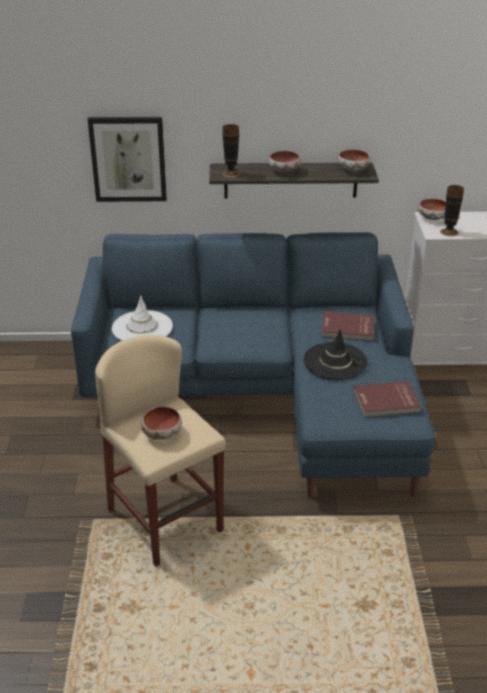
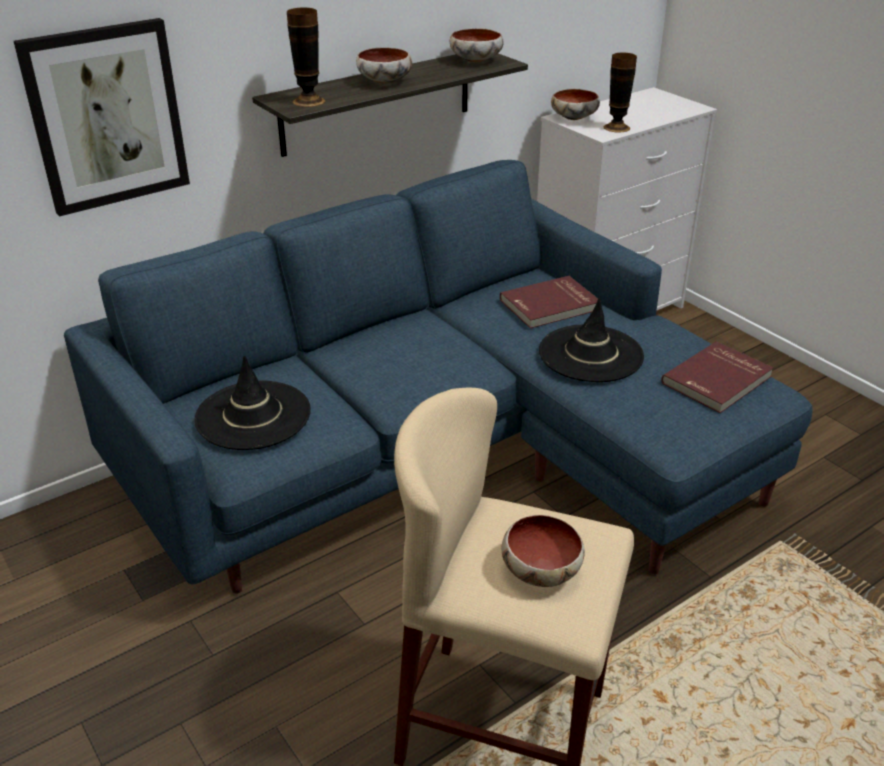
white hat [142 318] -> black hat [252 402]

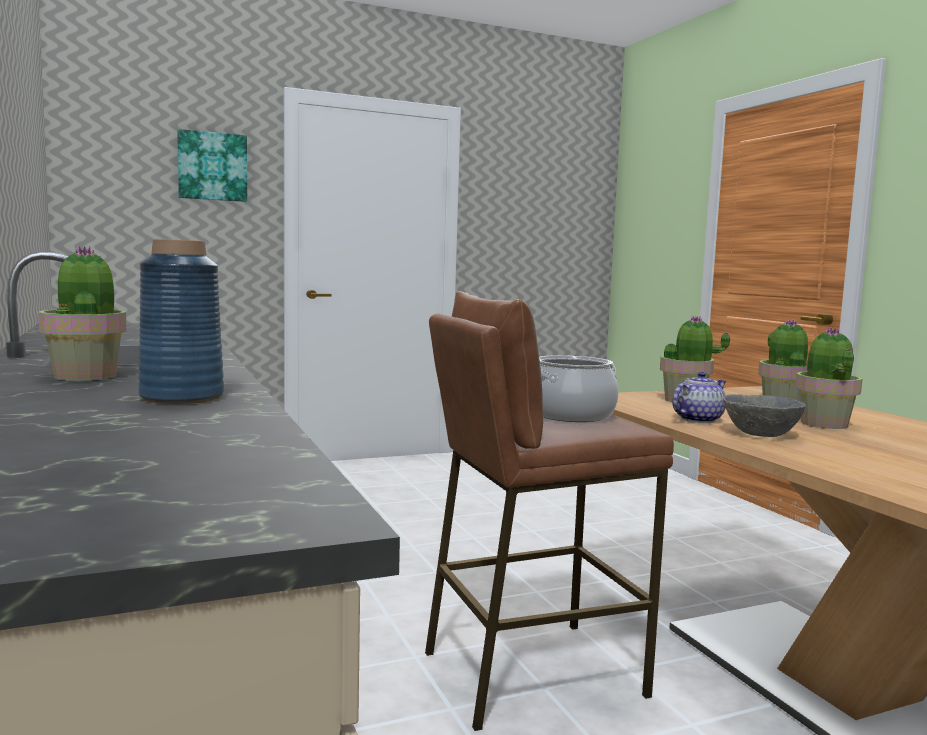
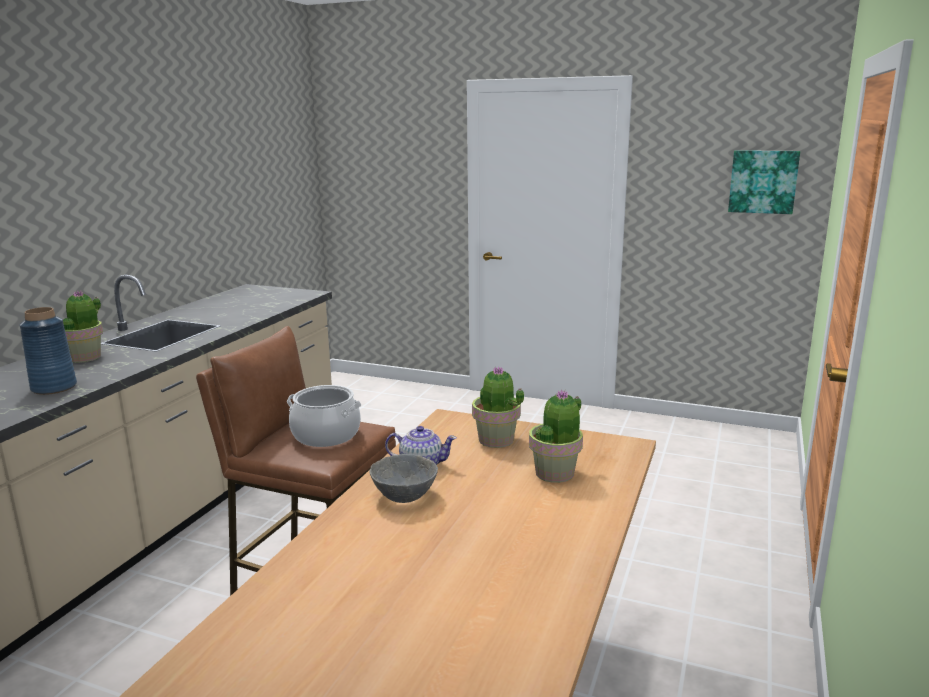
picture [212 165] -> picture [764 182], moved
potted plant [829 378] -> none

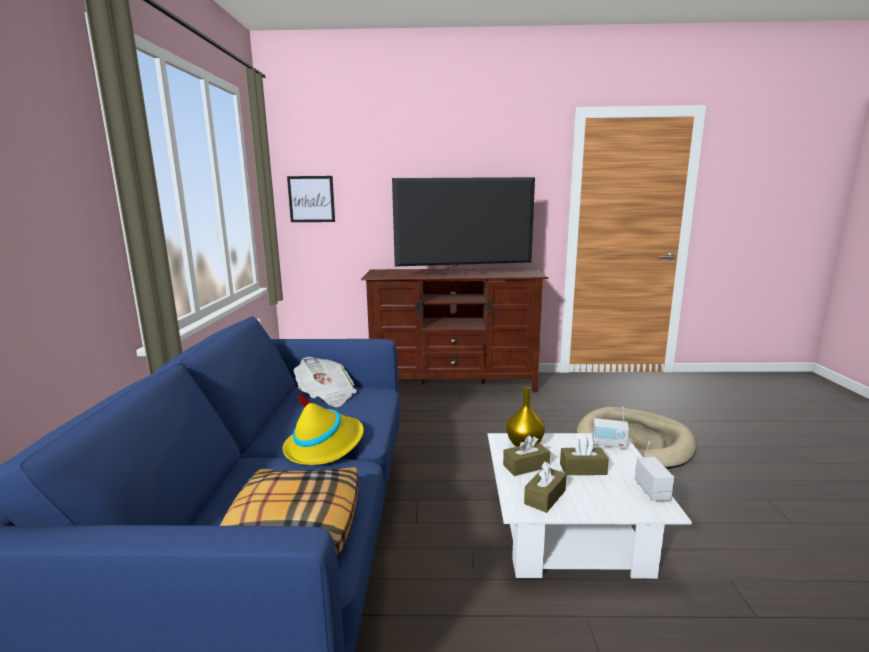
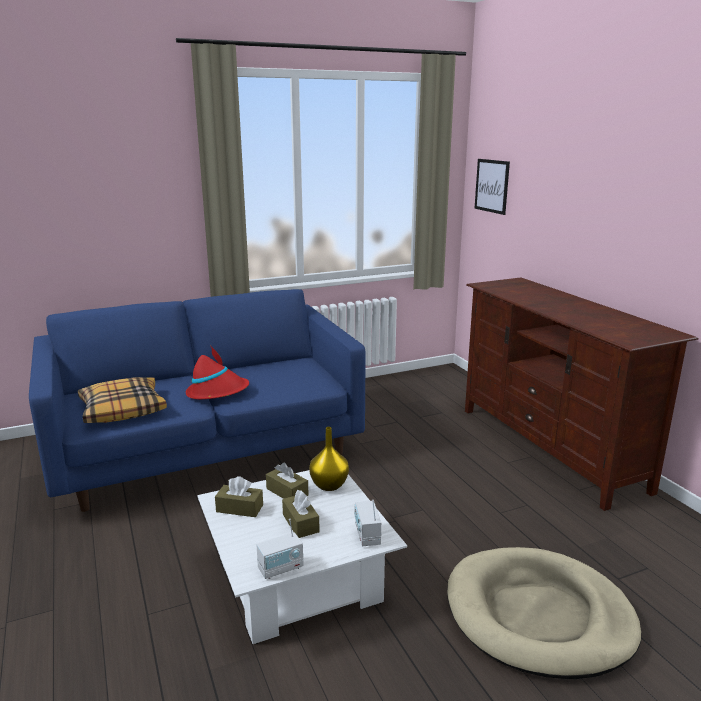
television [463 227] -> none
newspaper [325 382] -> none
yellow hat [323 428] -> red hat [217 372]

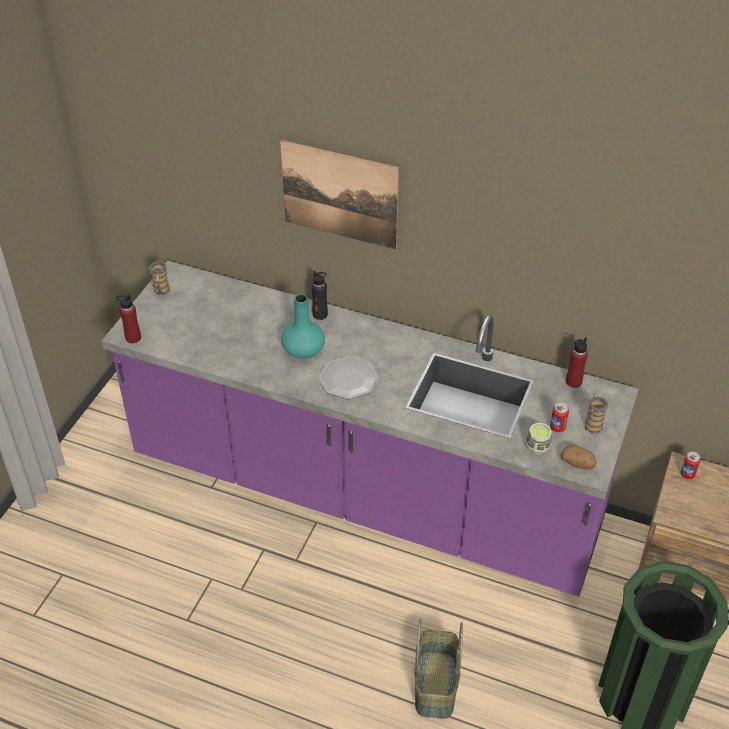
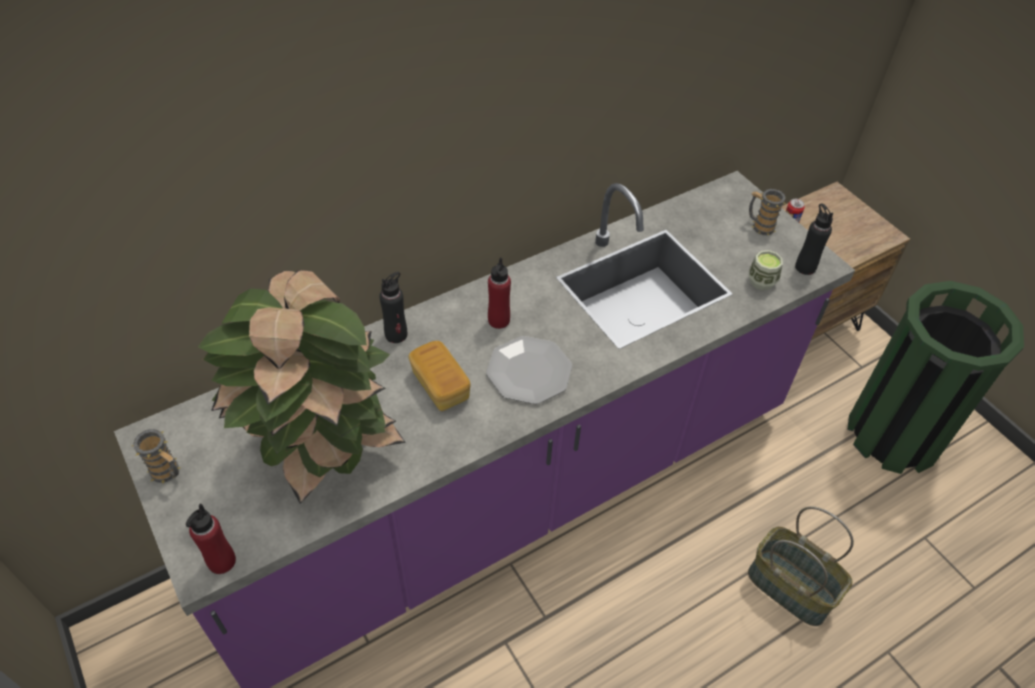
picture [339 195] -> none
turquoise vase [303 326] -> bread [440 376]
red bottle [577 362] -> red bottle [499 293], moved
can [559 417] -> none
potato [578 457] -> black bottle [814 239]
none -> potted plant [302 387]

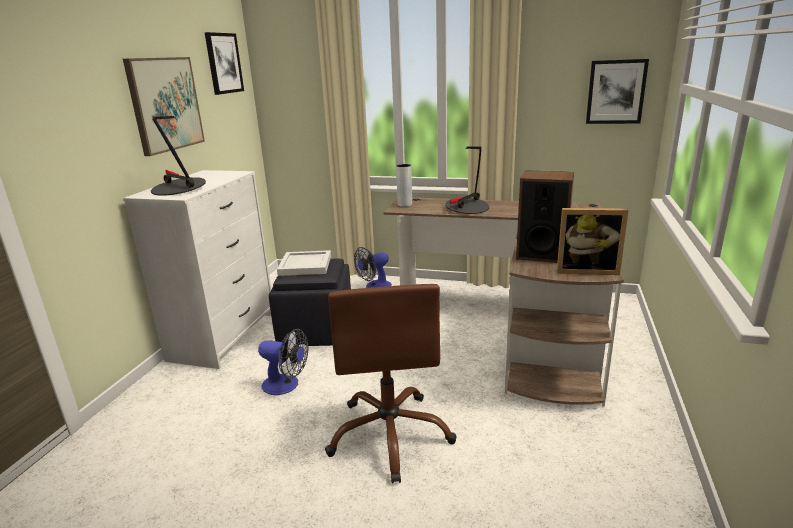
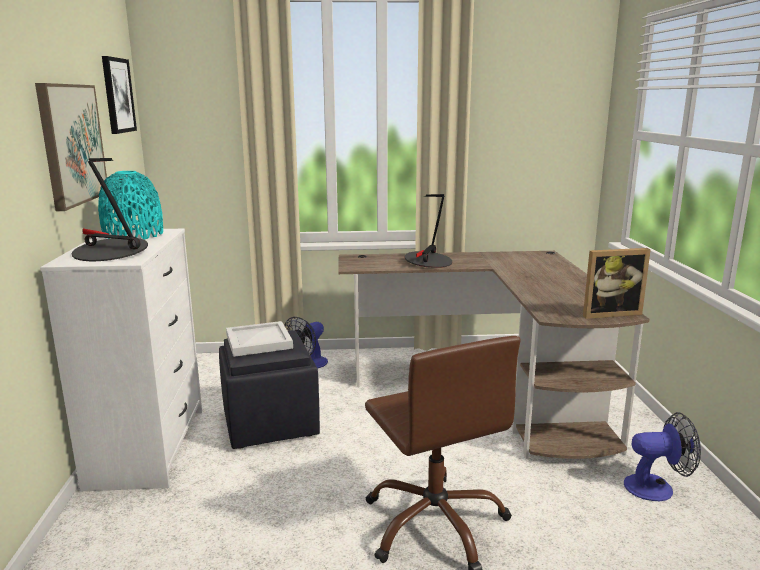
picture [617 91] -> none
grey vase [404 185] -> none
speaker [545 216] -> none
fan [283 362] -> fan [662 456], moved
none -> turquoise vase [130 205]

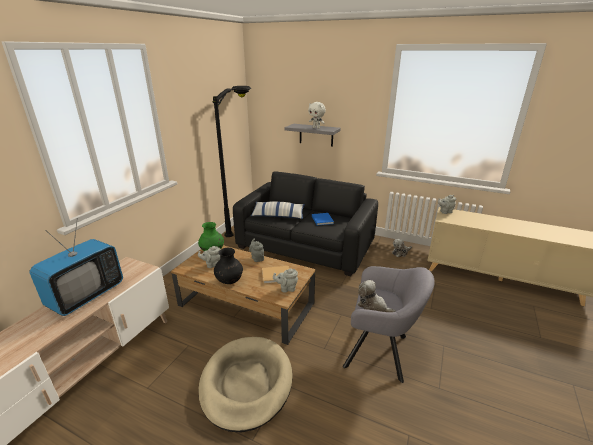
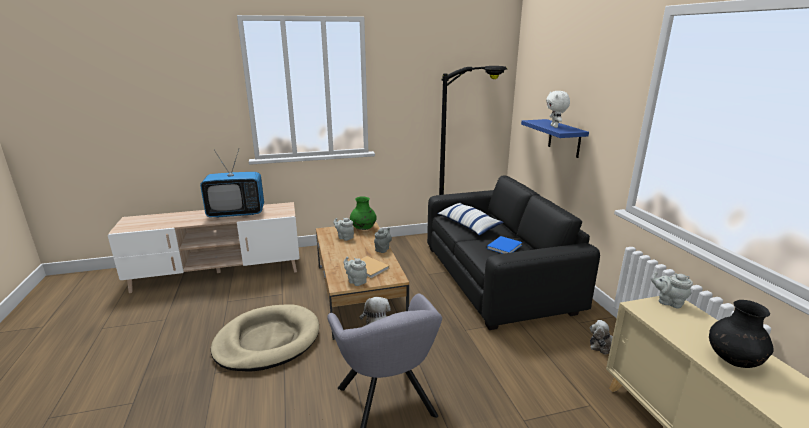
grey shelf [312 135] -> blue shelf [555 138]
black vase [228 266] -> black vase [741 334], moved

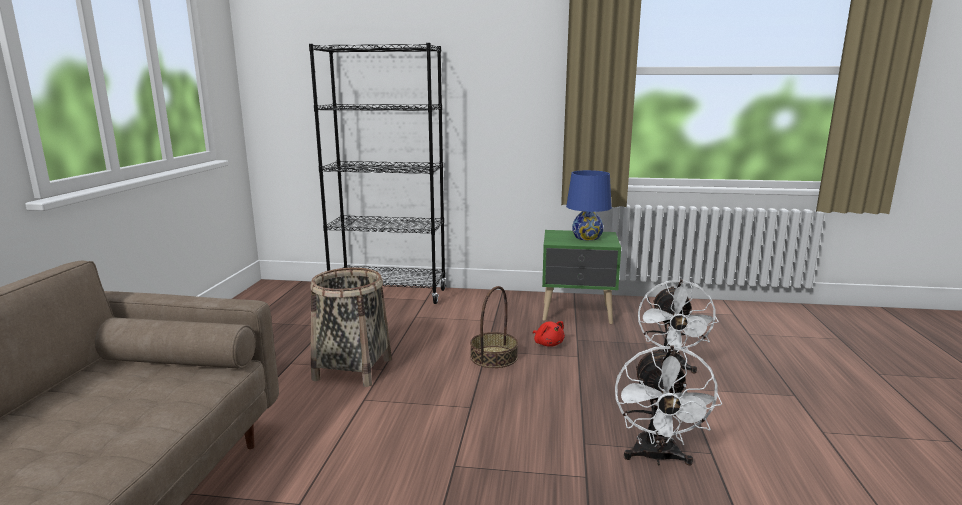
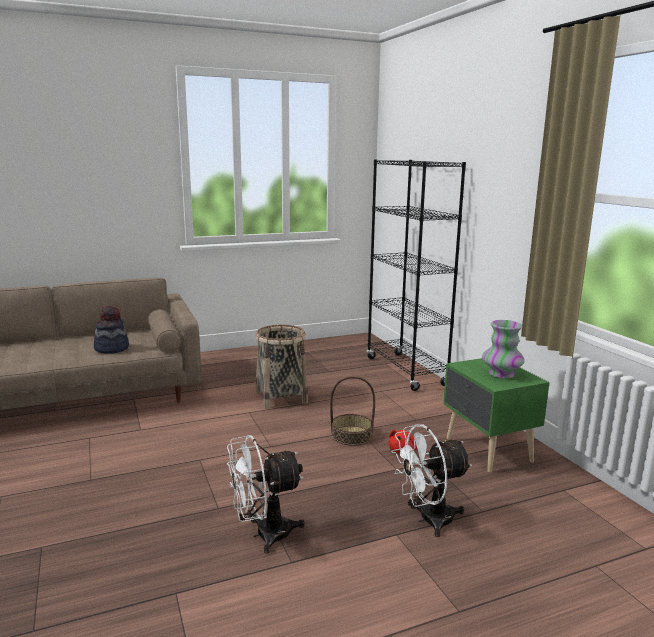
blue table lamp [589 205] -> vase [503 349]
none -> hat [111 329]

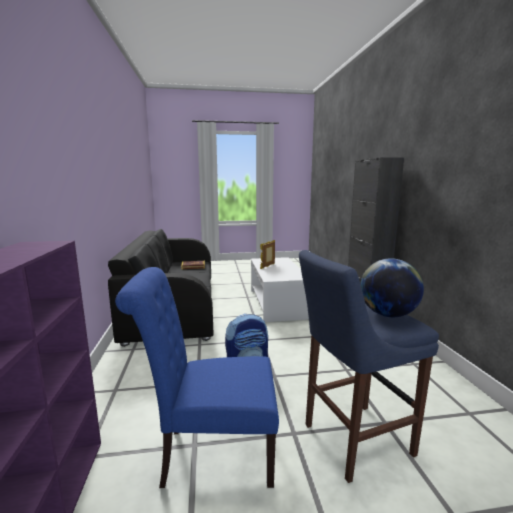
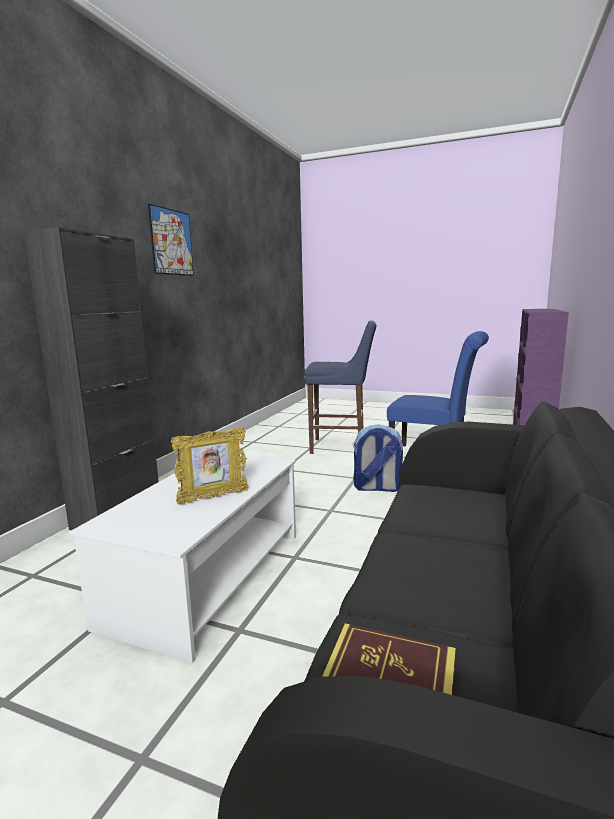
globe [392 287] -> none
none -> picture [171 240]

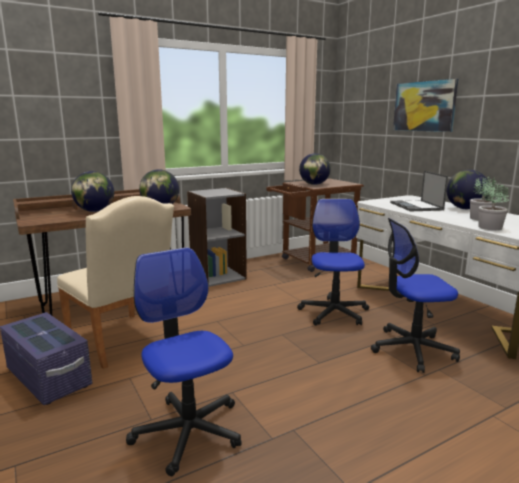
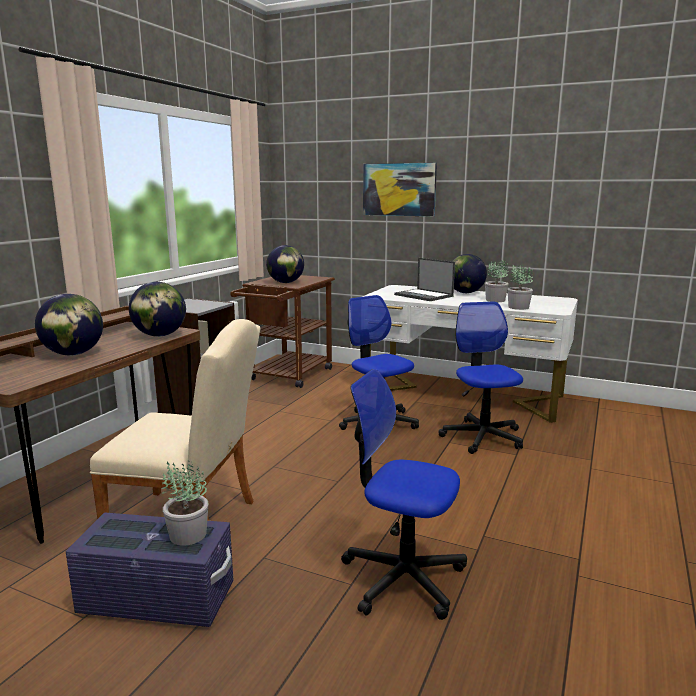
office chair [415 295] -> office chair [480 377], 120 degrees clockwise
none -> potted plant [185 503]

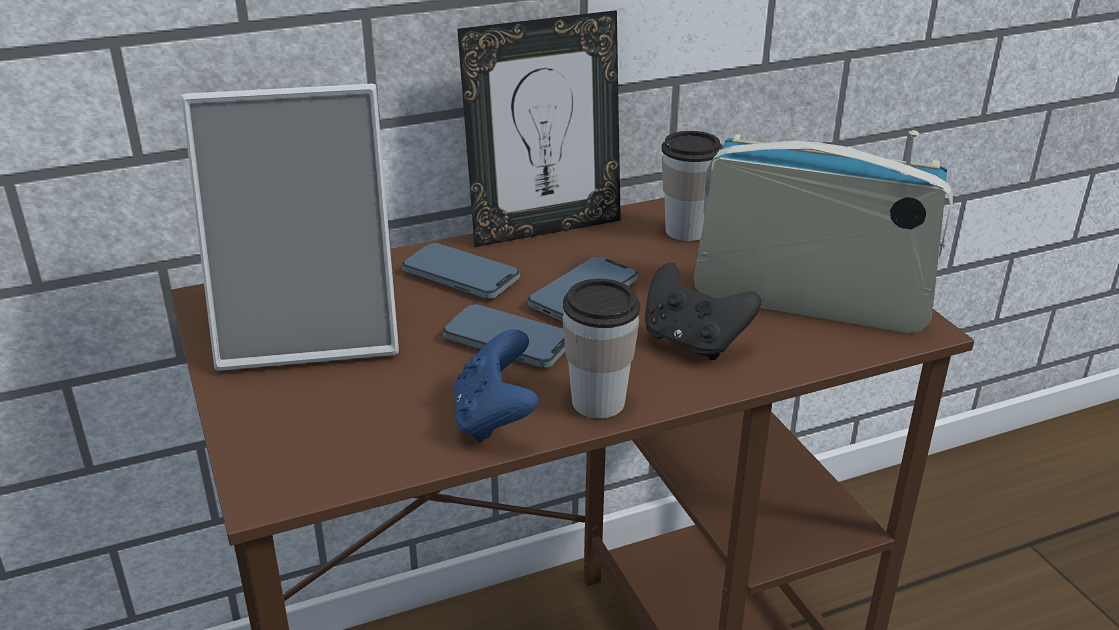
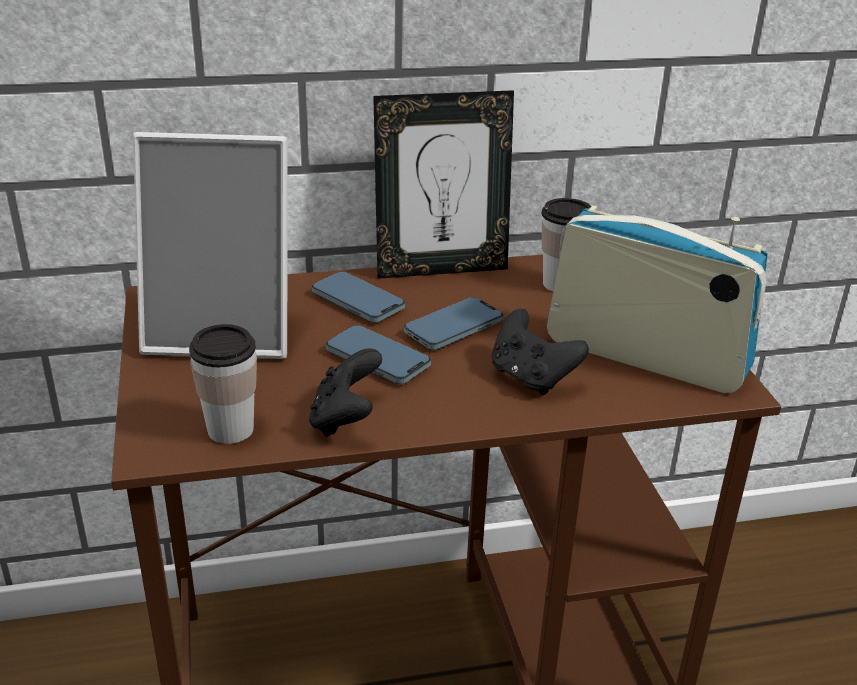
cup [601 348] -> cup [223 384], moved
blue game controller [496 386] -> black game controller [345 392]

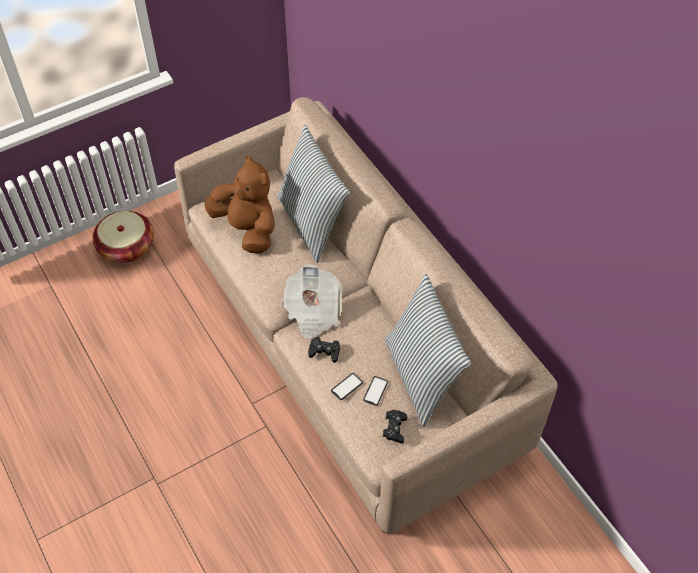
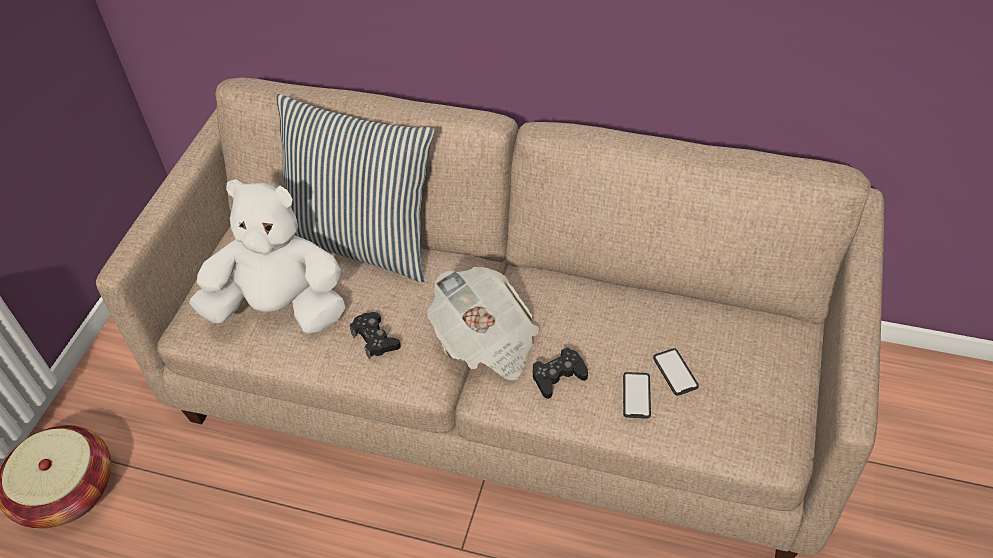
brown plush toy [239 204] -> white plush toy [267 256]
pillow [428 350] -> none
black game controller [395 426] -> black game controller [375 336], moved

